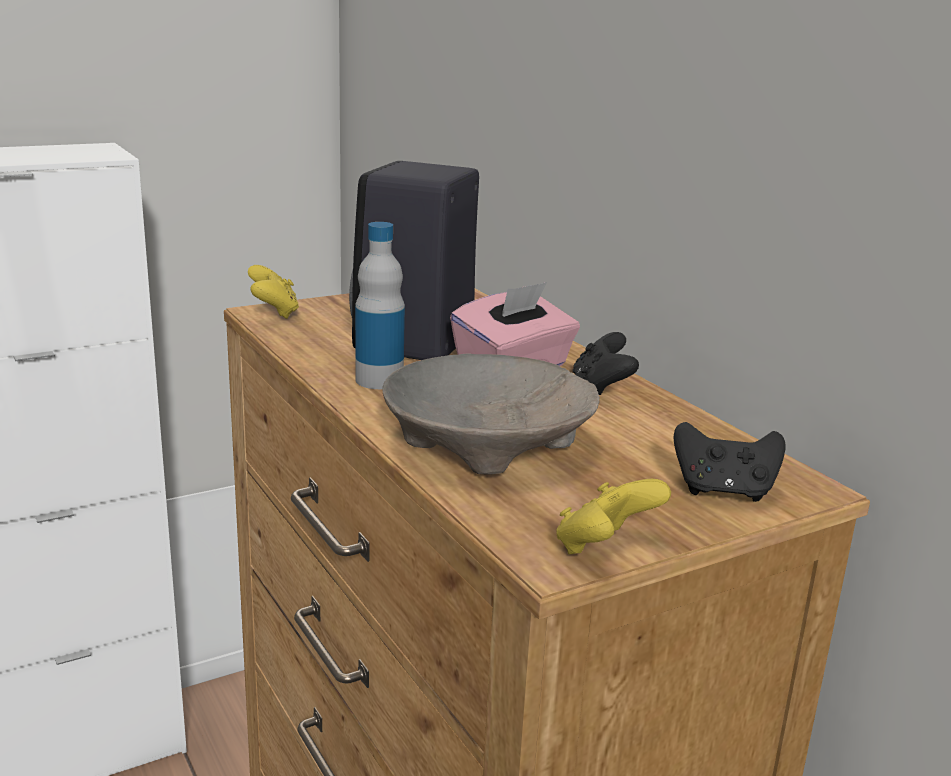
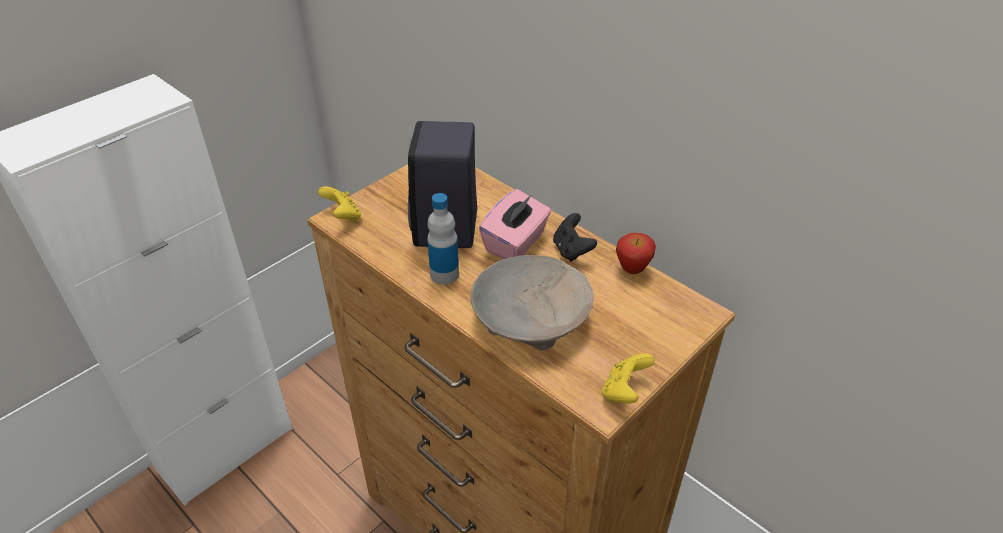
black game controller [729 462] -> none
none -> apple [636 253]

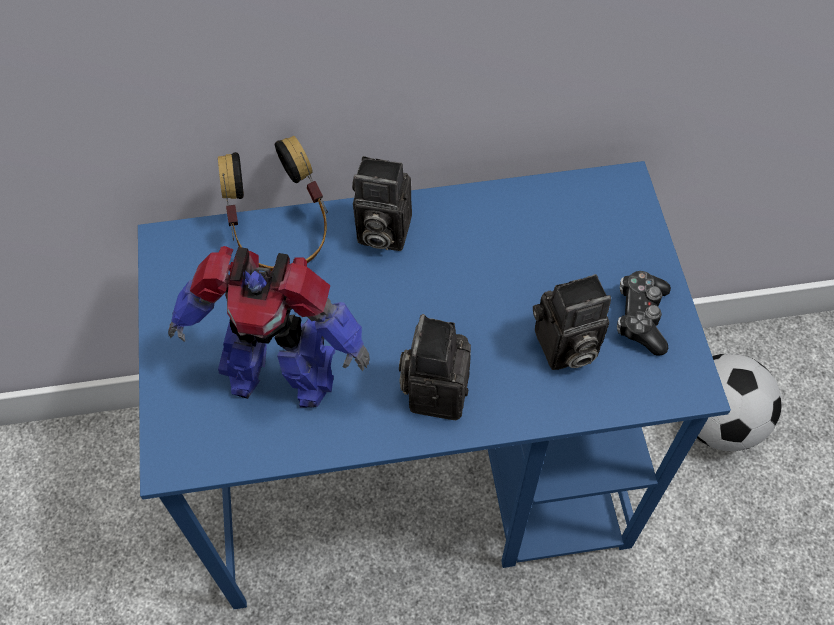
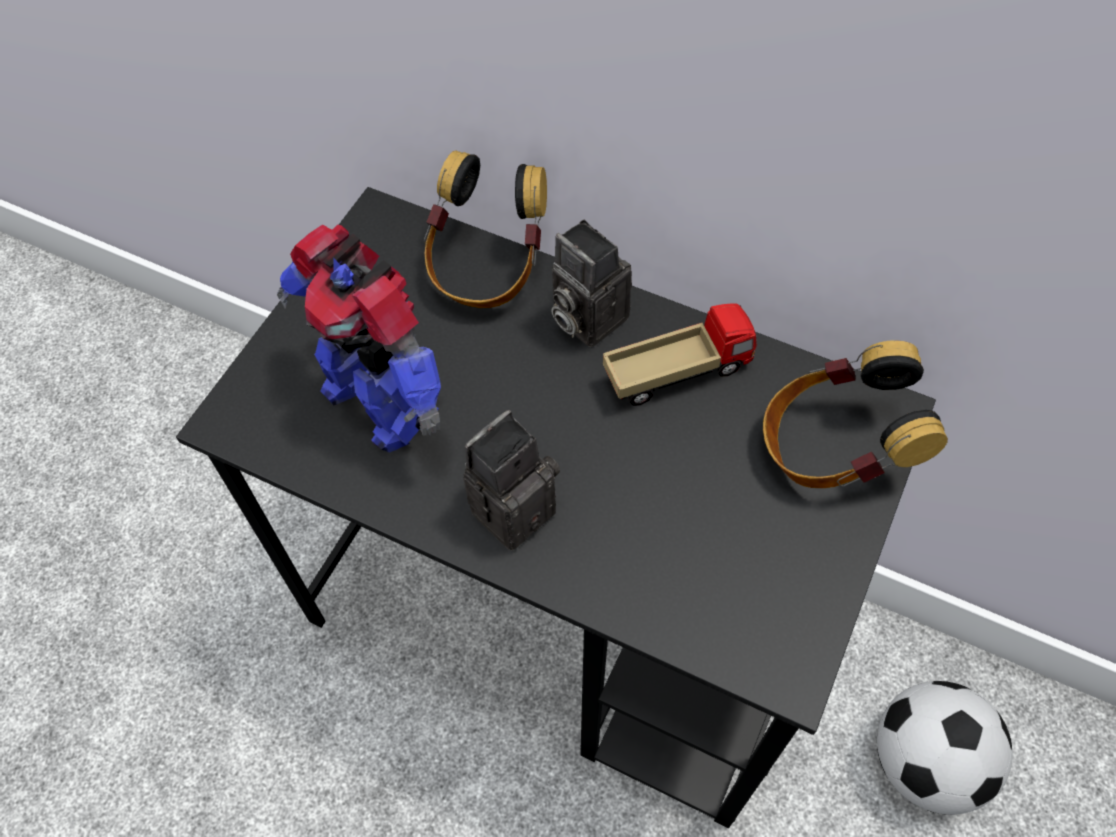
blue desk [434 385] -> black desk [556 507]
game controller [644 313] -> none
photo camera [572 322] -> none
none -> toy truck [680 354]
none -> headphones [855 414]

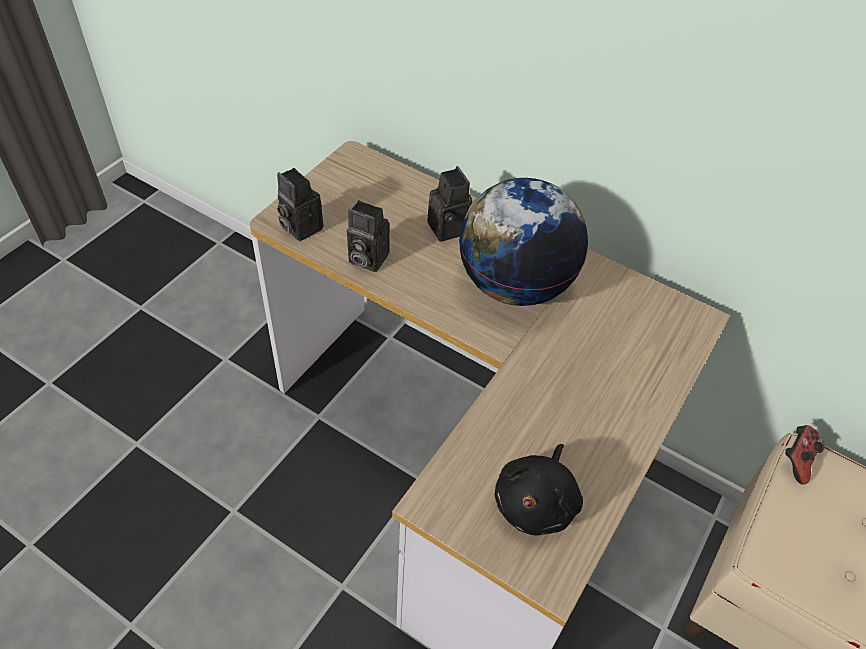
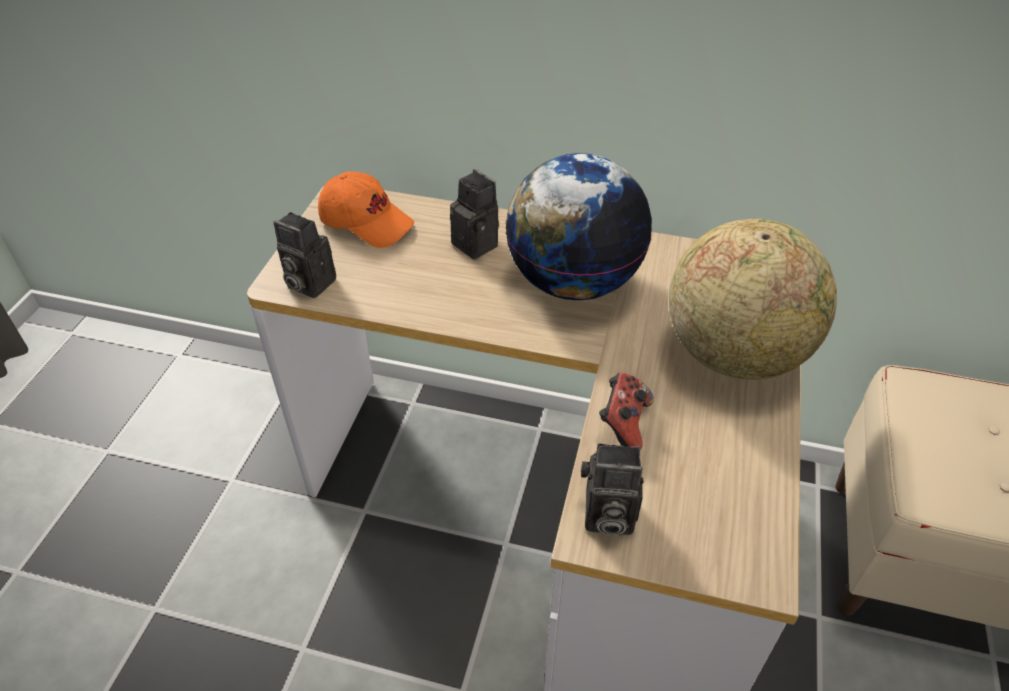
photo camera [368 236] -> photo camera [612 489], moved
game controller [805 455] -> game controller [626 411], moved
black plush toy [538 489] -> none
none -> orange cap [366 209]
none -> globe [753 299]

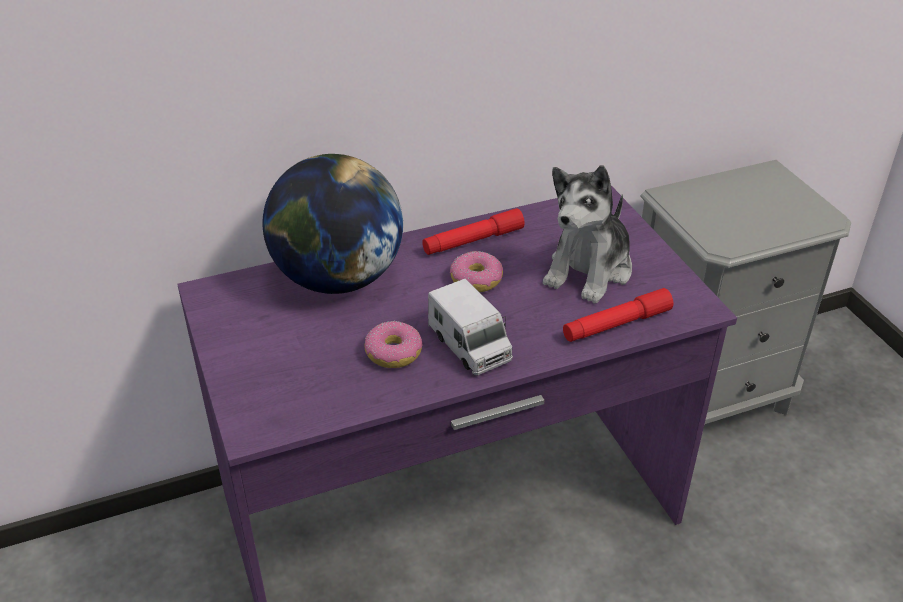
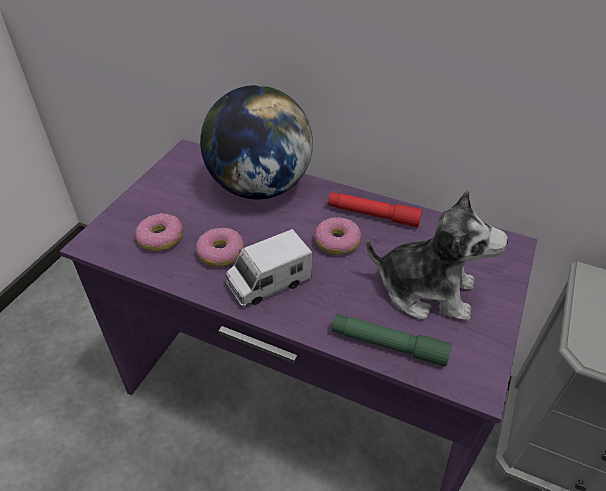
plush toy [587 234] -> plush toy [437 255], 150 degrees counterclockwise
toy truck [470 327] -> toy truck [269 268], 45 degrees clockwise
red flashlight [618 315] -> green flashlight [391 340]
none -> donut [159 232]

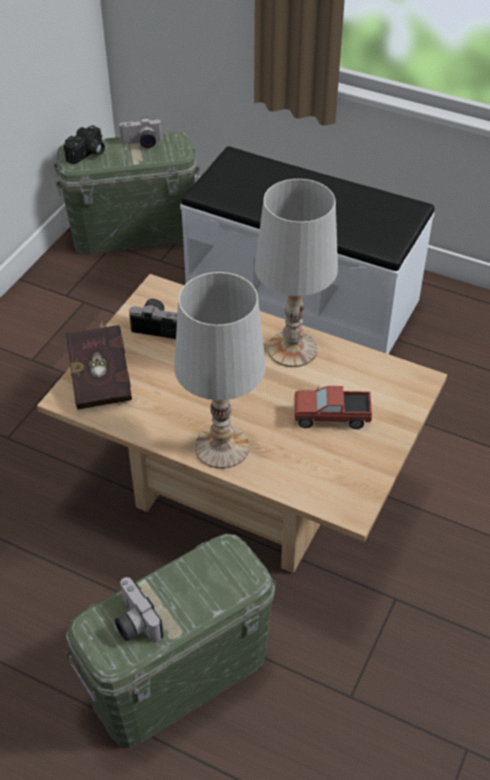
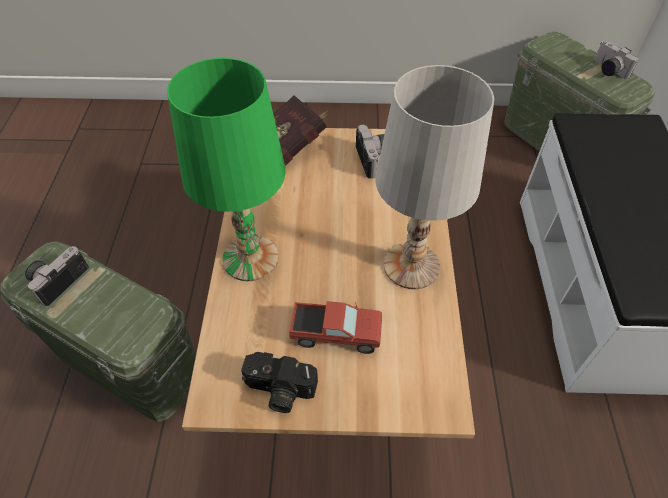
photo camera [84 144] -> photo camera [279 382], moved
white table lamp [220 370] -> green table lamp [226 169]
toy truck [333 407] -> toy truck [335 327], 120 degrees clockwise

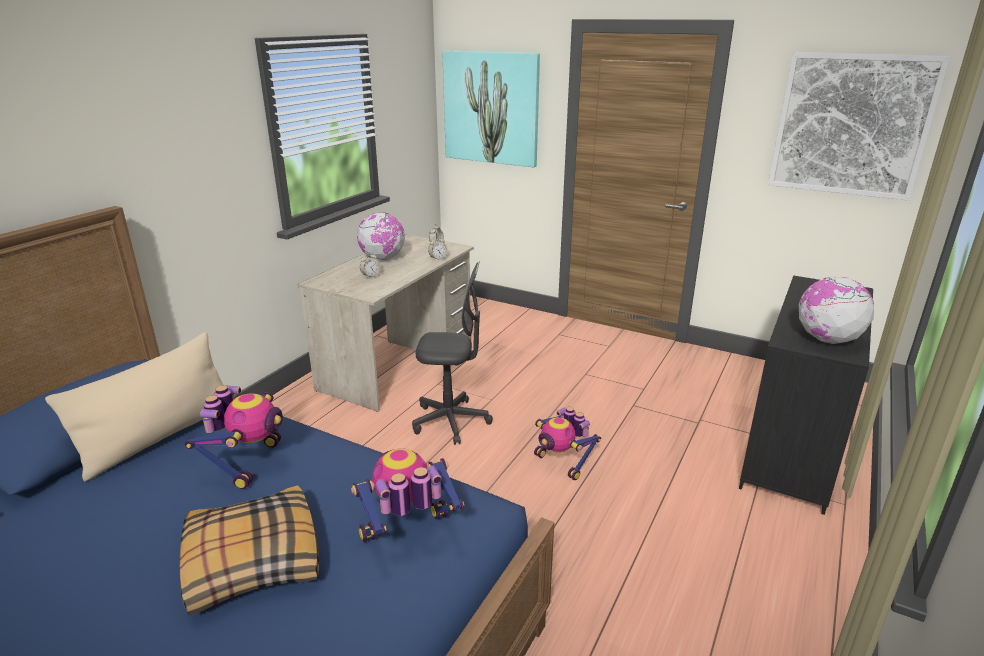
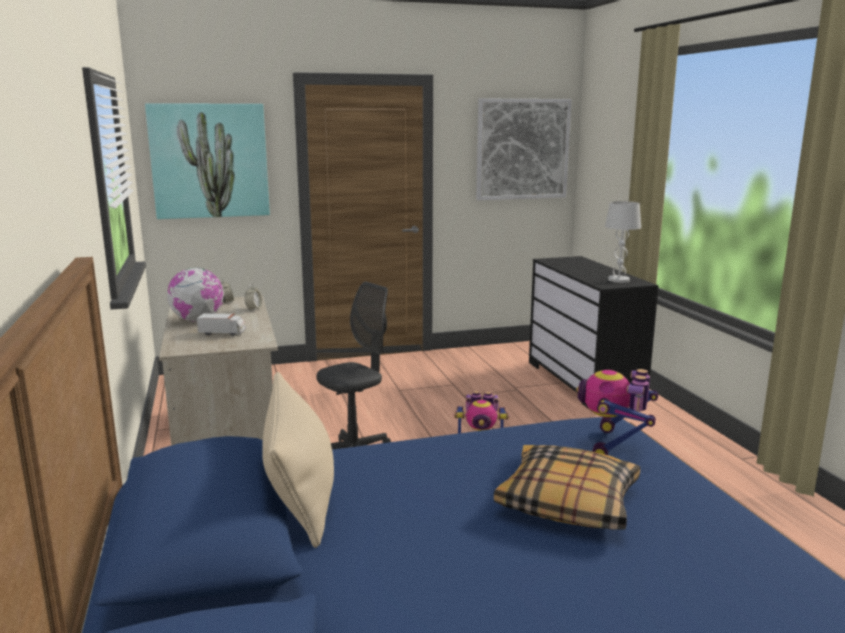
alarm clock [370 265] -> toy truck [221 324]
globe [836 310] -> white table lamp [623 242]
toy robot [234 437] -> none

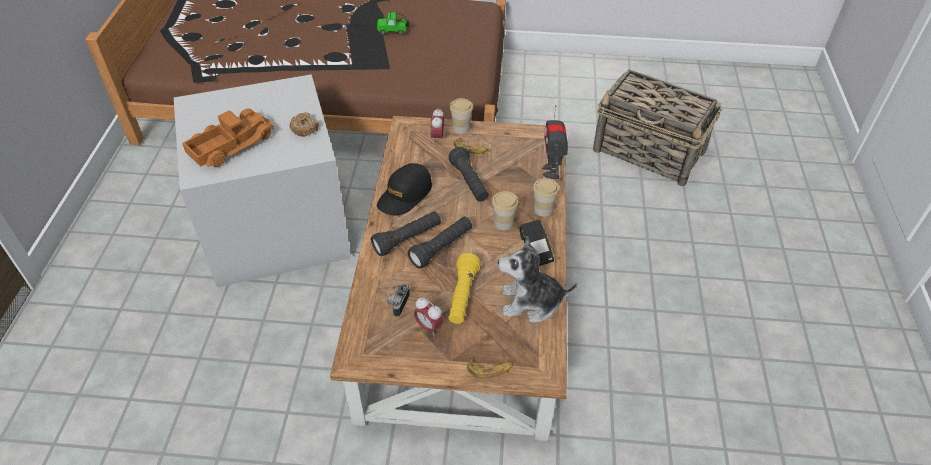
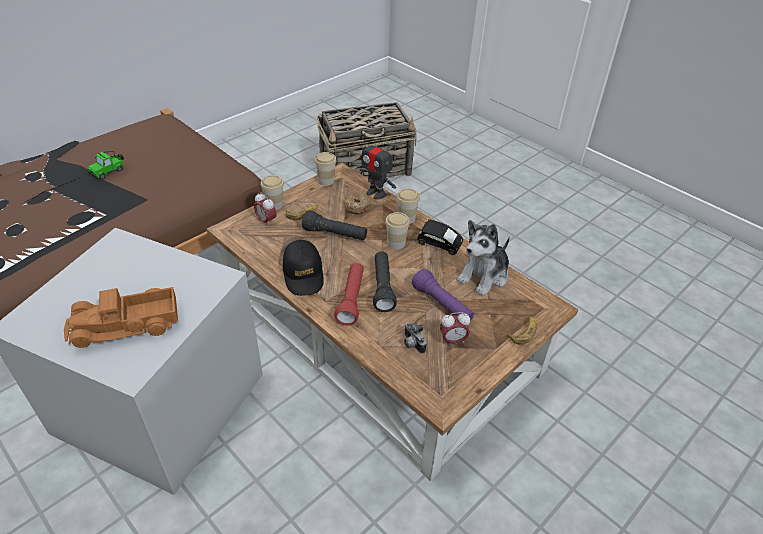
toy truck [228 137] -> toy truck [121 317], 105 degrees counterclockwise
donut [304 124] -> donut [356 204], moved
black flashlight [406 233] -> red flashlight [349 294]
yellow flashlight [464 288] -> purple flashlight [443 295]
none -> cup [325 169]

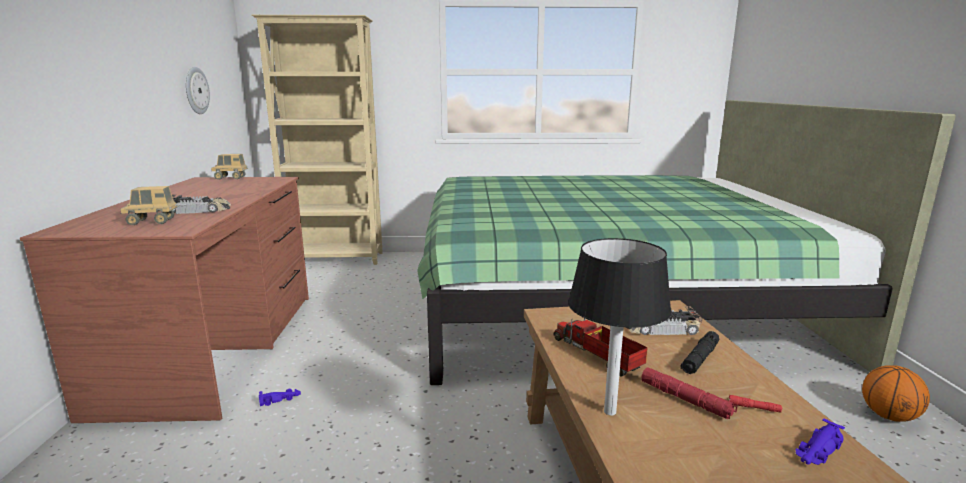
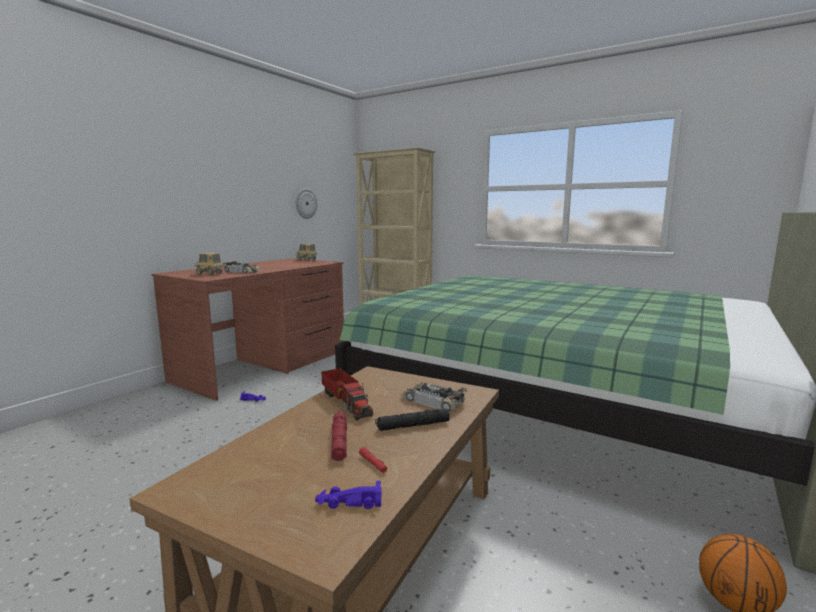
black table lamp [620 326] -> none
toy truck [600 347] -> toy truck [347 394], 150 degrees clockwise

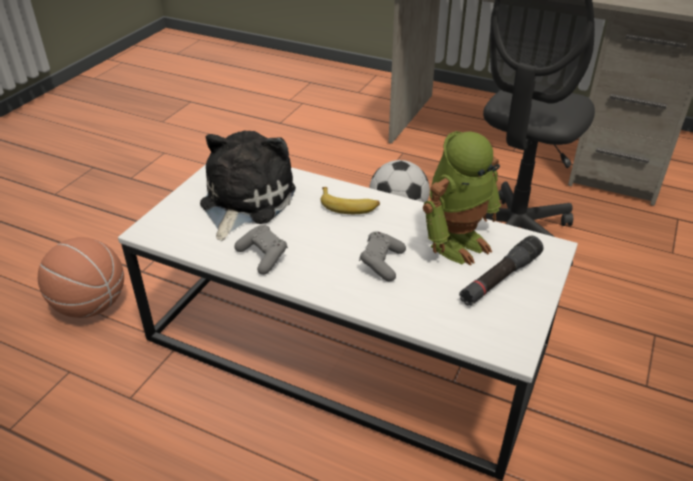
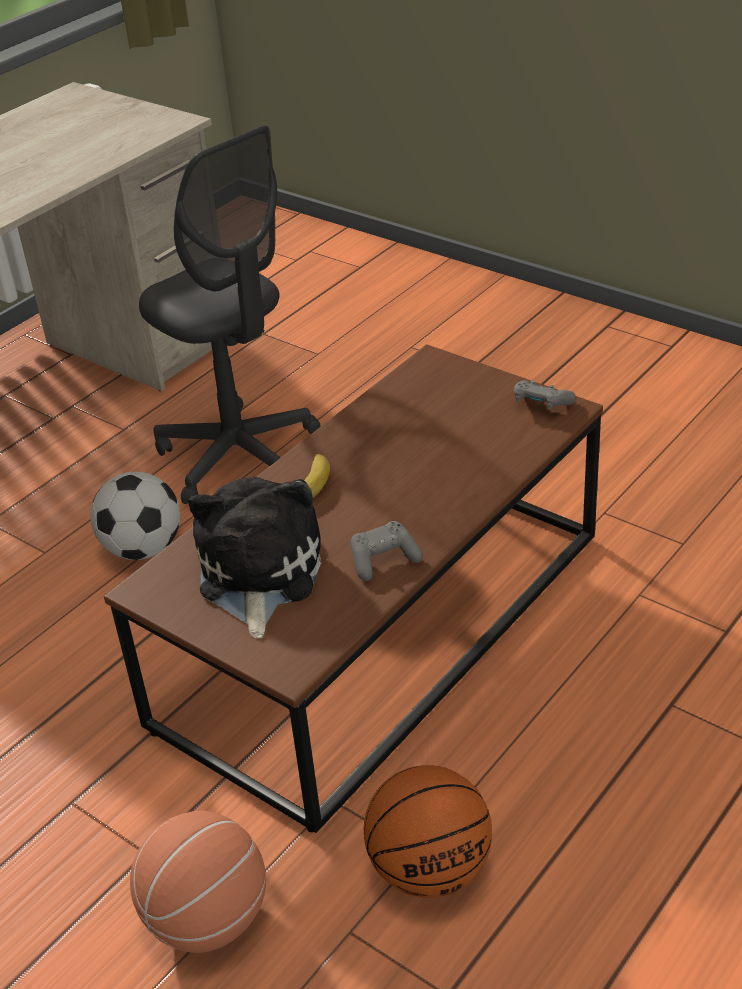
plush toy [248 186] -> plush toy [255 557], 60 degrees clockwise
toy robot [462 198] -> none
white coffee table [348 322] -> brown coffee table [353 588]
grey game controller [382 256] -> grey game controller [545 395], moved
black flashlight [501 271] -> none
none -> basketball [428 831]

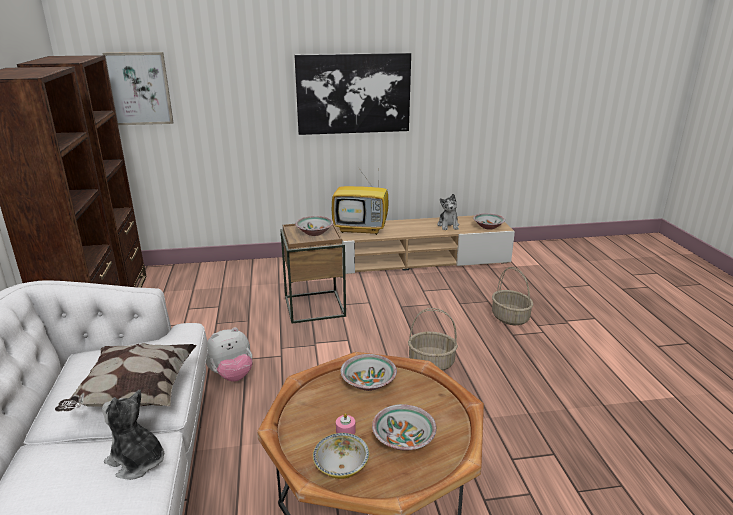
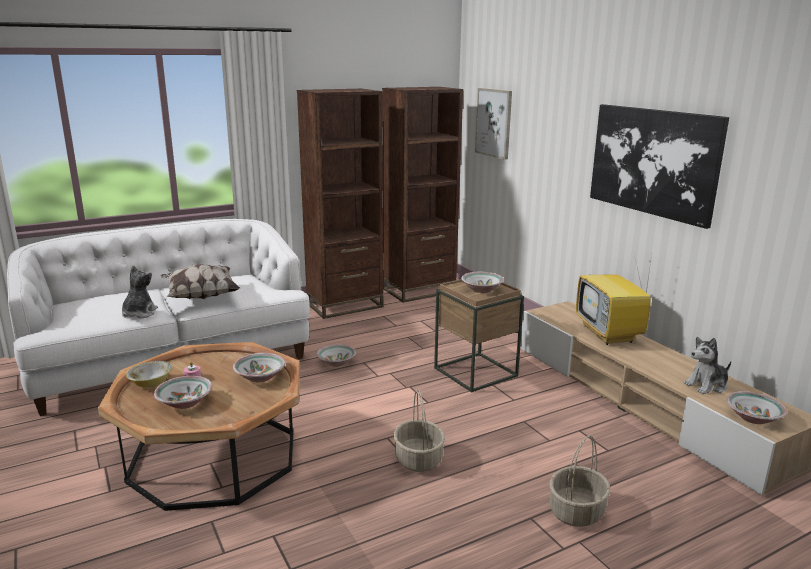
plush toy [229 354] -> bowl [336 355]

